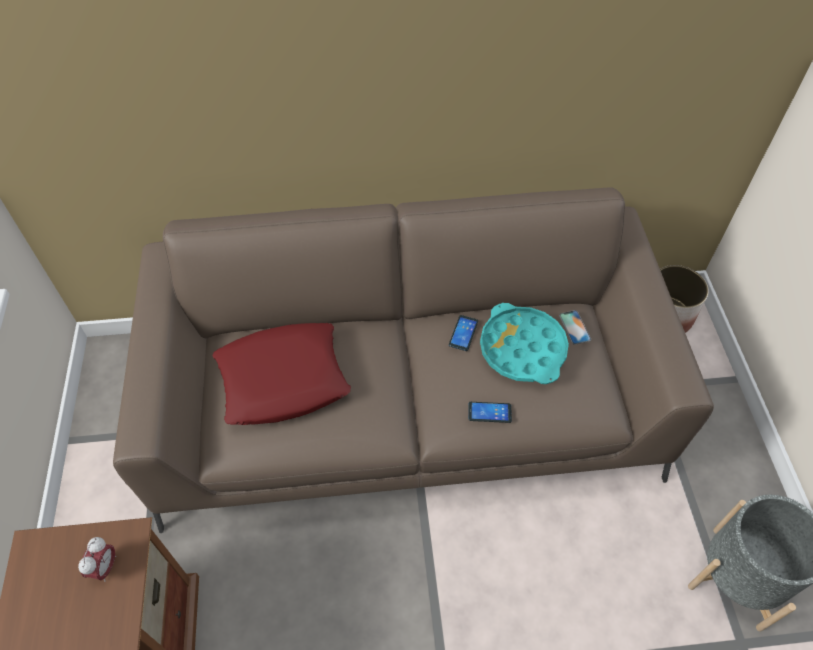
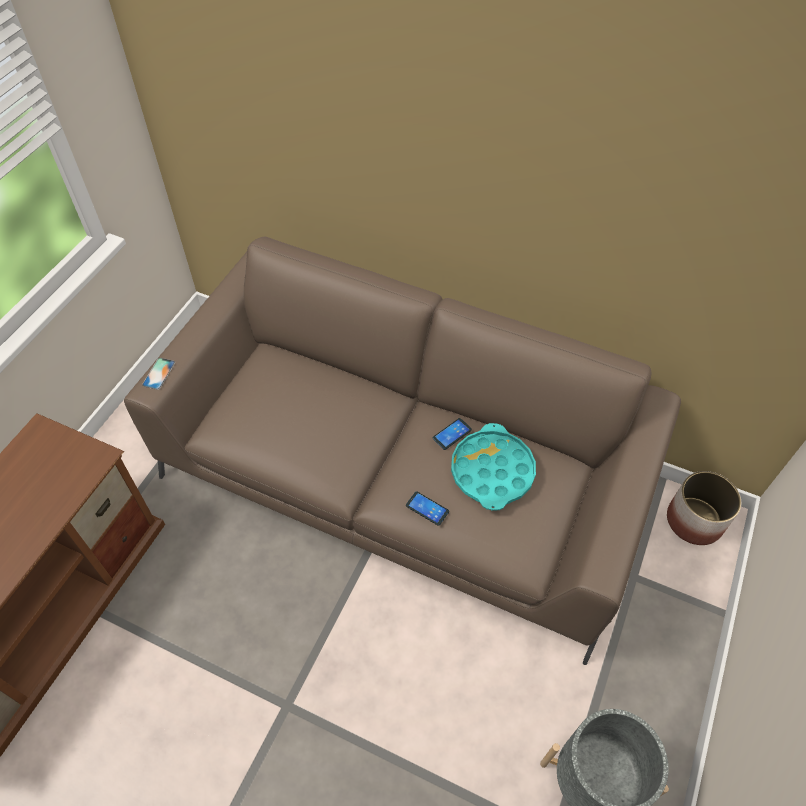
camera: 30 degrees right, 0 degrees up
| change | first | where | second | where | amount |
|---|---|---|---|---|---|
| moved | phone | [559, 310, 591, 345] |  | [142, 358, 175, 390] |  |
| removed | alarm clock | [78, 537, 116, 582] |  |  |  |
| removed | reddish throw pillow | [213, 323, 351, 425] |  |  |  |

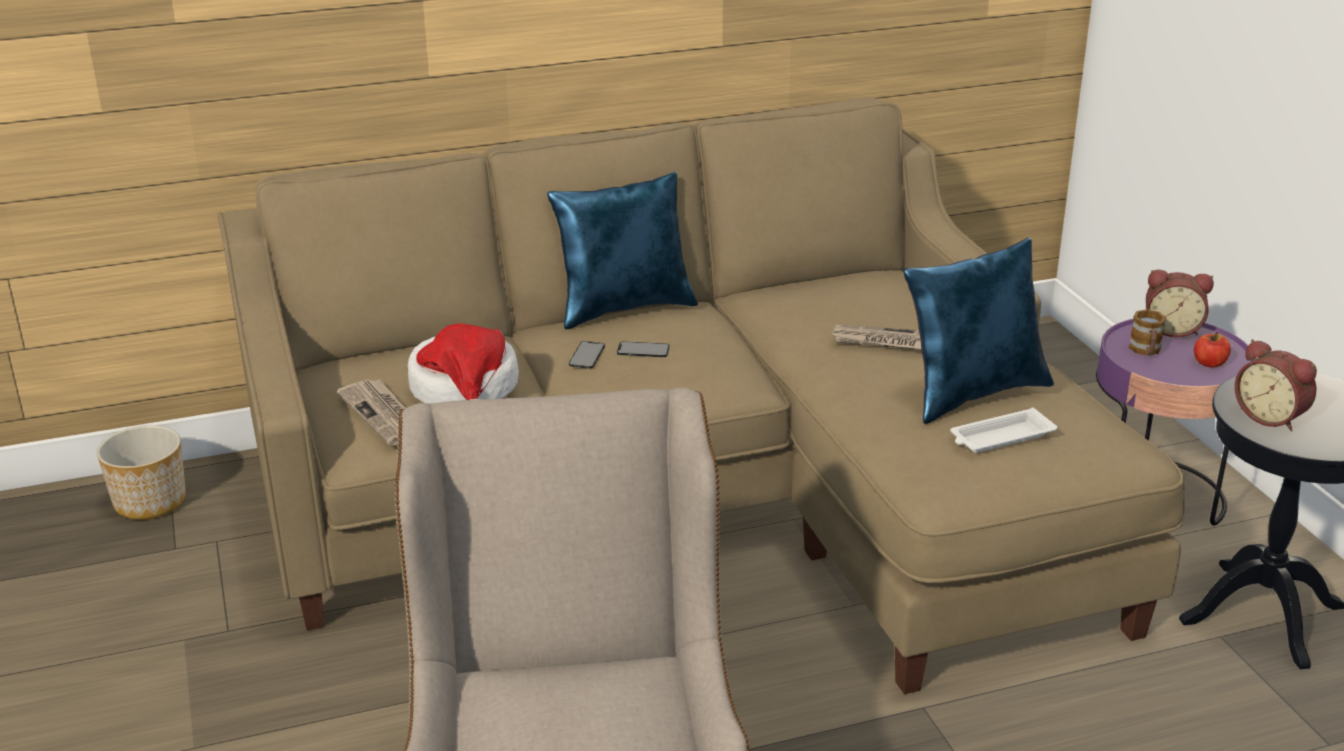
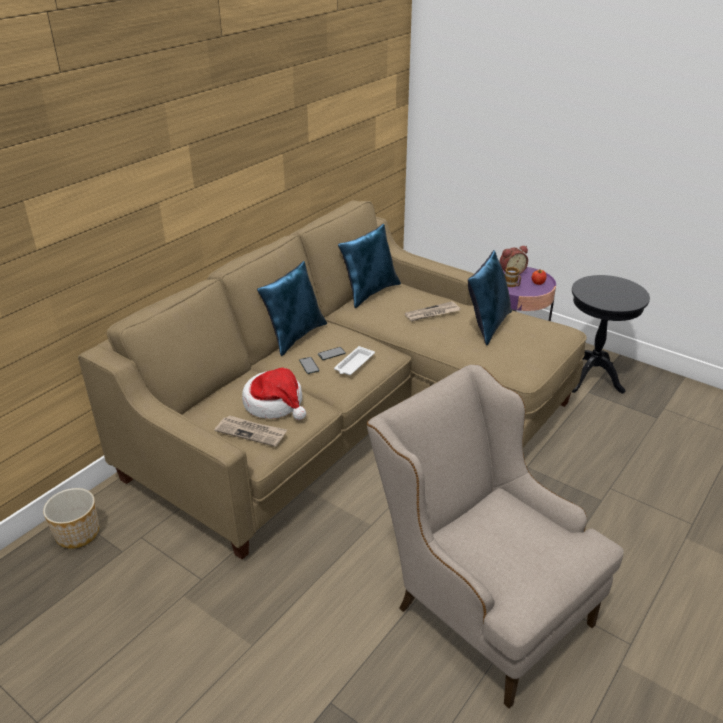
camera: 35 degrees left, 5 degrees up
| change | first | where | second | where | amount |
|---|---|---|---|---|---|
| moved | white-coloured carrying tray | [950, 407, 1058, 453] |  | [334, 346, 375, 375] |  |
| added |  |  | blue-coloured throw pillow | [338, 224, 401, 308] |  |
| removed | alarm clock | [1235, 339, 1317, 431] |  |  |  |

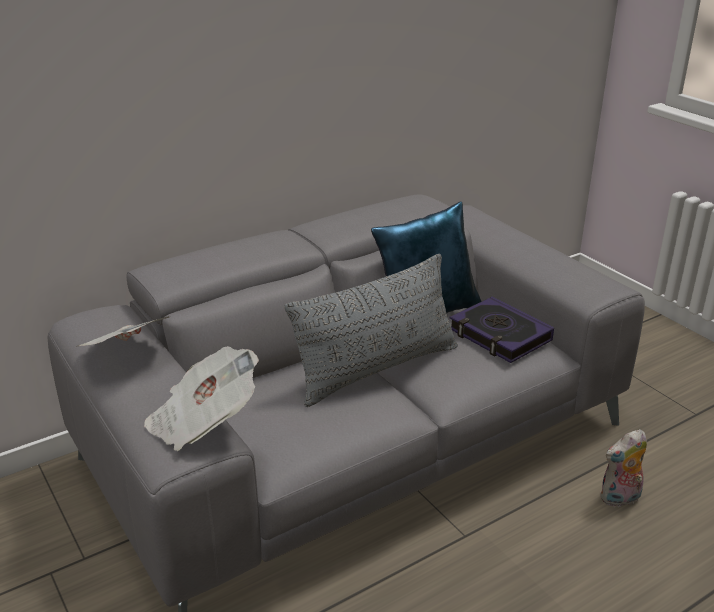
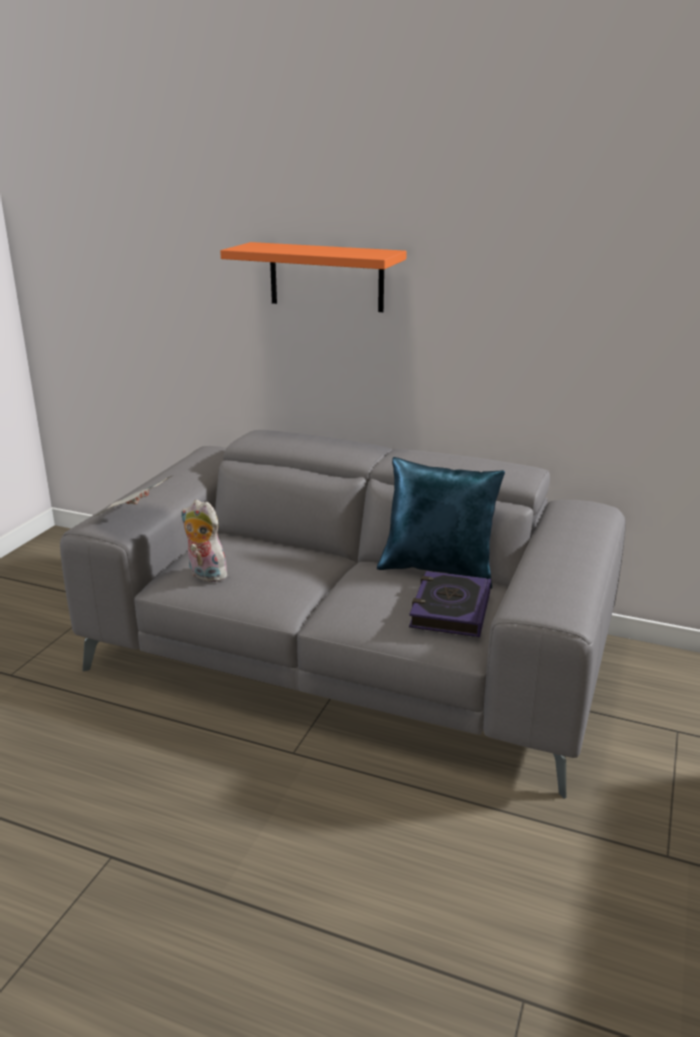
camera: 55 degrees right, 5 degrees down
| change | first | where | second | where | amount |
|---|---|---|---|---|---|
| moved | cuddly toy | [600, 429, 647, 507] |  | [181, 500, 229, 582] |  |
| added |  |  | orange-coloured bracket shelf | [220, 242, 407, 312] |  |
| removed | daily paper | [76, 316, 170, 347] |  |  |  |
| removed | greyish throw pillow | [285, 254, 458, 407] |  |  |  |

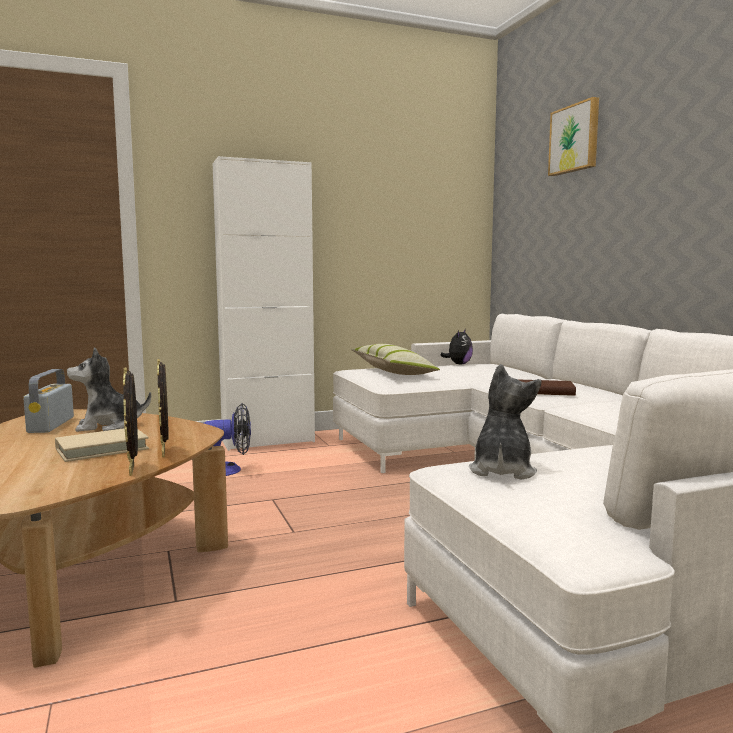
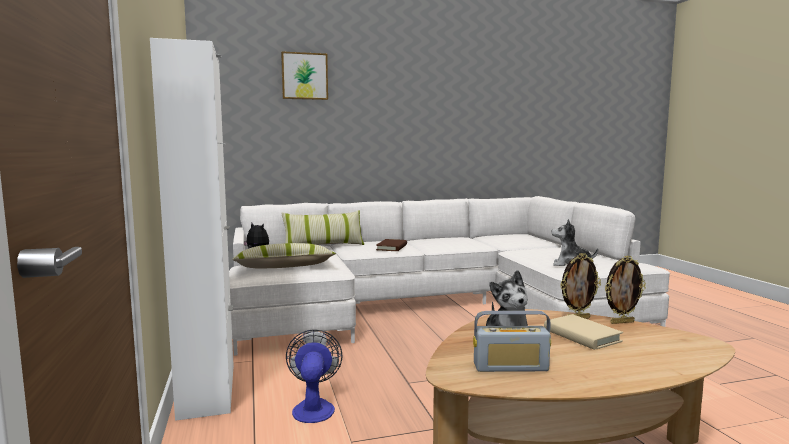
camera: 85 degrees left, 0 degrees up
| change | first | where | second | where | amount |
|---|---|---|---|---|---|
| added |  |  | throw pillow | [282, 210, 364, 245] |  |

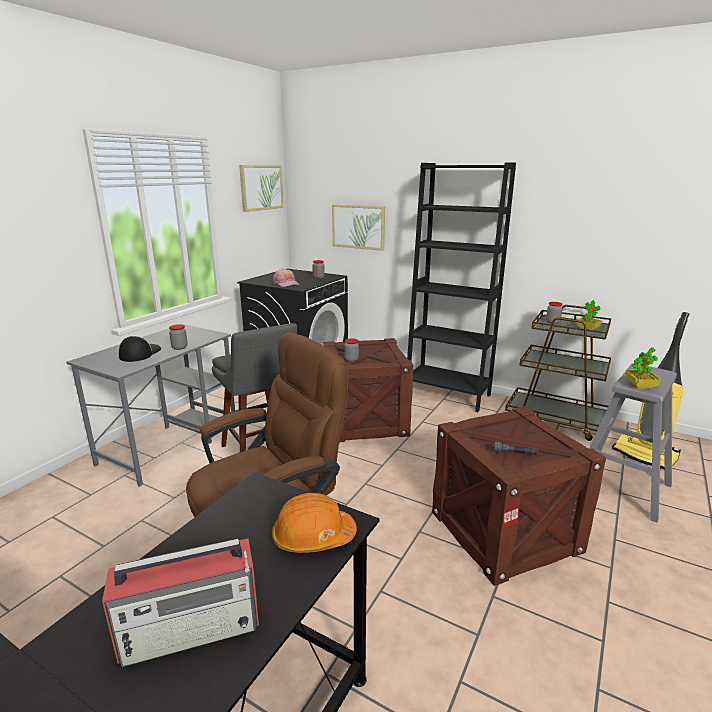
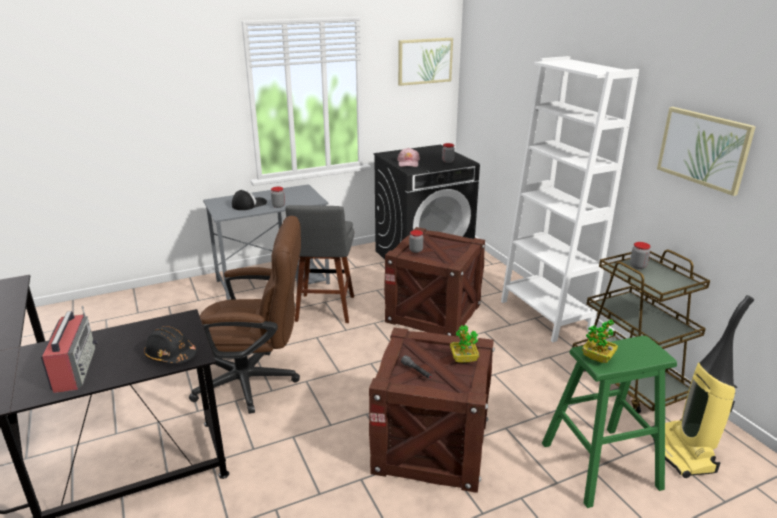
camera: 35 degrees right, 5 degrees up
| change | first | where | second | where | amount |
|---|---|---|---|---|---|
| turned | radio set | [102, 539, 259, 667] |  | [41, 306, 98, 393] | 120 degrees counterclockwise |
| recoloured | orange-coloured safety helmet | [272, 493, 357, 553] | black safety helmet | [144, 326, 197, 364] |  |
| moved | houseplant | [576, 300, 602, 330] |  | [450, 325, 479, 363] |  |
| recoloured | black bookcase | [407, 162, 516, 412] | white-coloured bookcase | [501, 56, 639, 342] |  |
| recoloured | greyish stool seat | [589, 363, 677, 522] | green-coloured stool seat | [542, 336, 677, 508] |  |
| moved | wall picture | [332, 204, 385, 251] |  | [657, 107, 756, 196] |  |

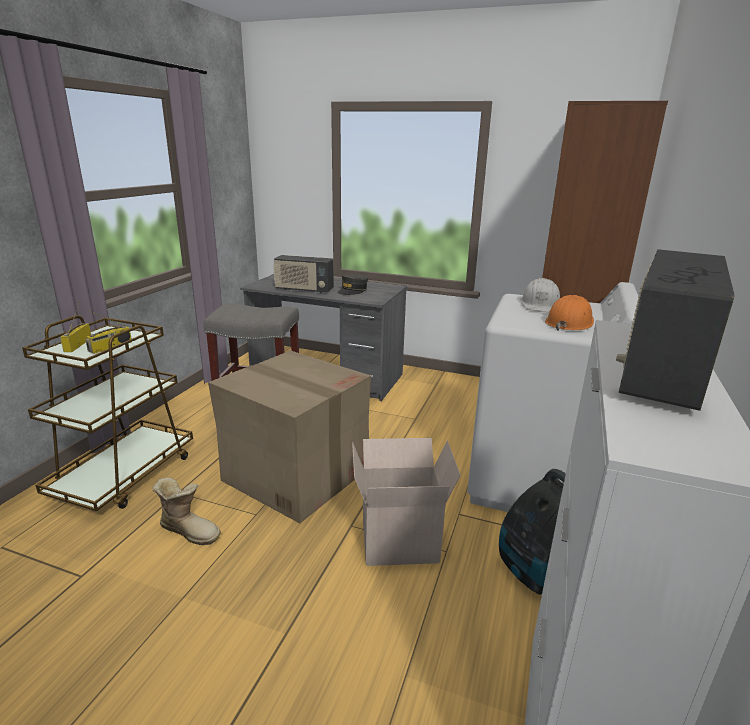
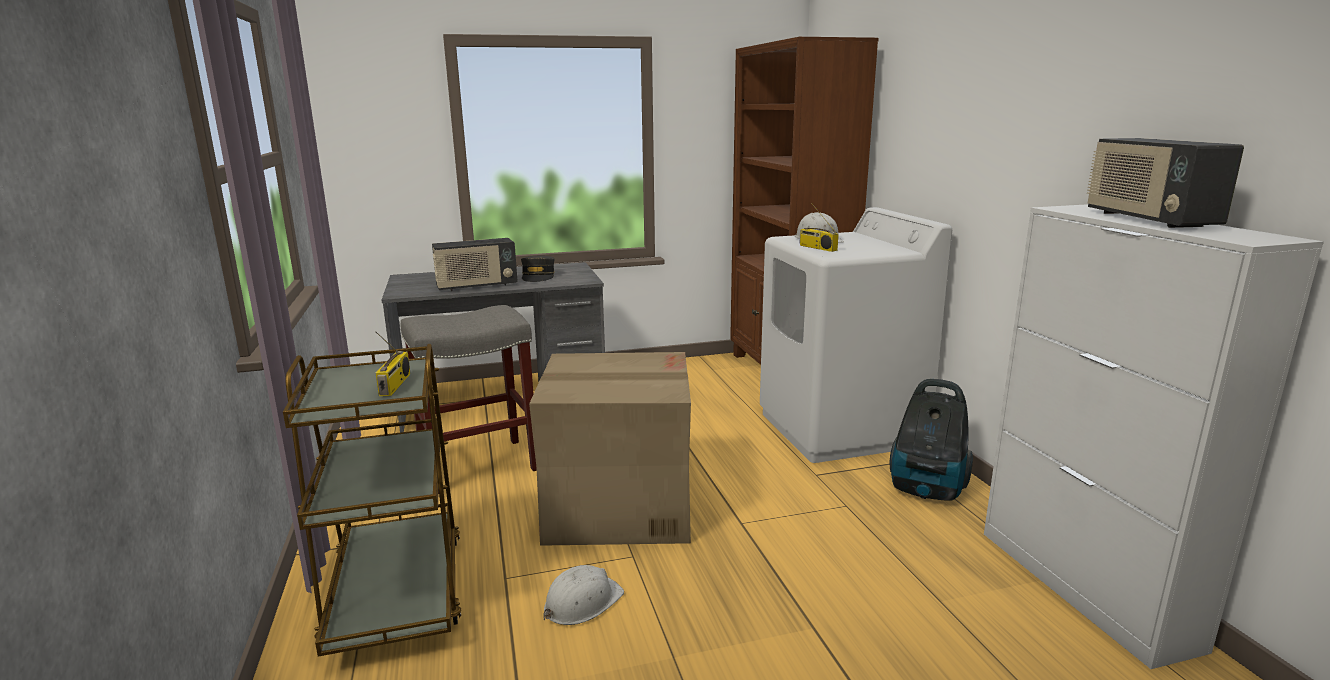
camera: 35 degrees left, 5 degrees down
| change | first | where | second | where | amount |
|---|---|---|---|---|---|
| replaced | boot | [153, 478, 221, 545] | white-coloured safety helmet | [543, 565, 624, 625] |  |
| moved | radio set | [60, 302, 91, 352] |  | [800, 204, 839, 252] |  |
| removed | carton | [352, 438, 461, 566] |  |  |  |
| removed | orange-coloured safety helmet | [545, 295, 594, 331] |  |  |  |

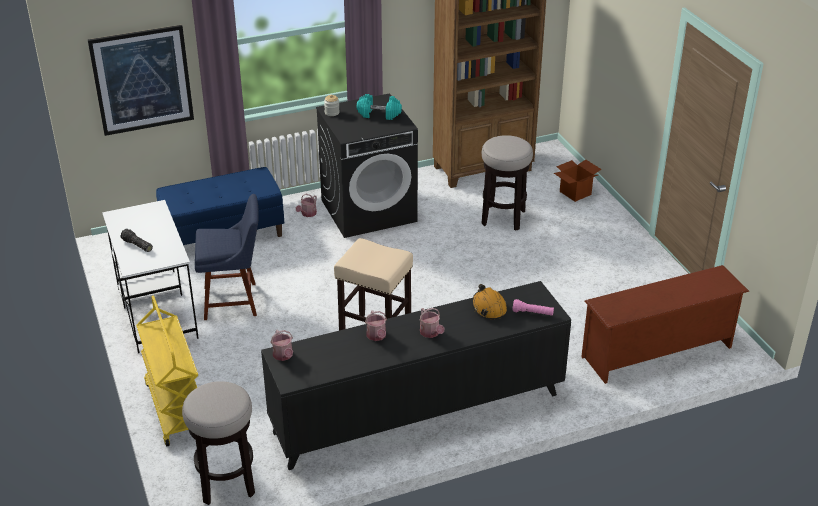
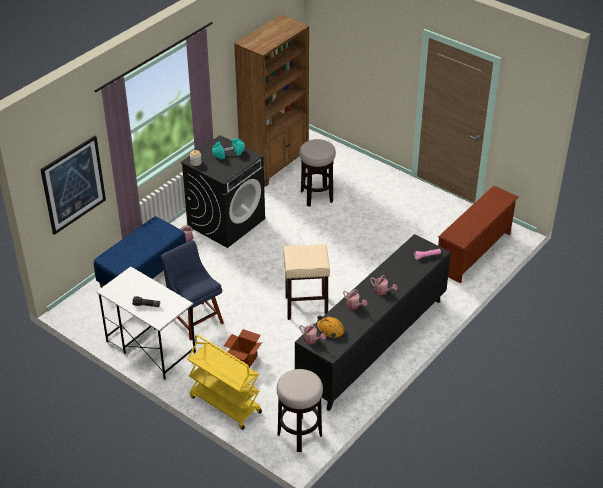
camera: 30 degrees left, 5 degrees up
| change | first | where | second | where | amount |
|---|---|---|---|---|---|
| turned | blue-coloured plain chair | [195, 194, 259, 320] |  | [161, 240, 224, 341] | 90 degrees counterclockwise |
| moved | carton | [554, 160, 602, 202] |  | [224, 329, 262, 368] |  |
| moved | orange-coloured safety helmet | [472, 284, 507, 320] |  | [317, 315, 345, 338] |  |

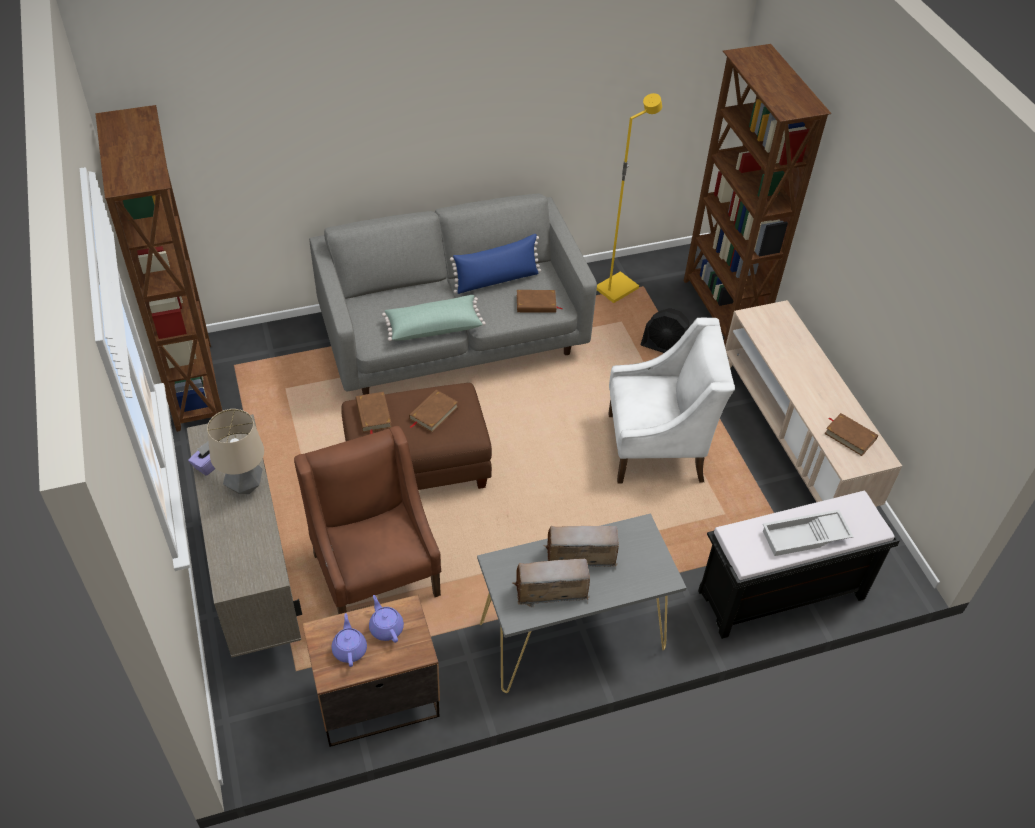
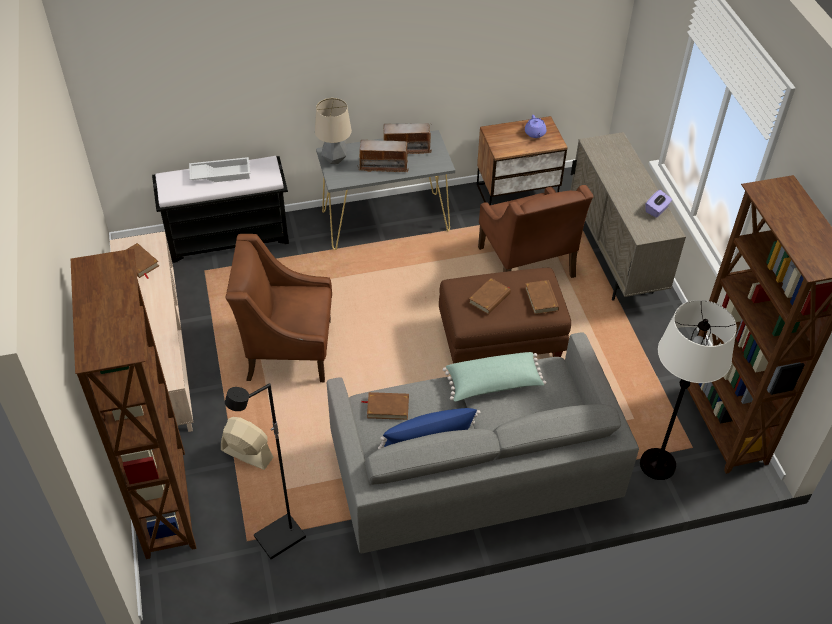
camera: 175 degrees left, 0 degrees up
| change | first | where | second | where | amount |
|---|---|---|---|---|---|
| recoloured | black electric fan | [641, 308, 690, 353] | beige electric fan | [221, 417, 273, 470] |  |
| recoloured | yellowish floor lamp | [597, 93, 662, 303] | black floor lamp | [225, 383, 306, 559] |  |
| recoloured | white-coloured lounge chair | [608, 318, 735, 484] | brown lounge chair | [226, 234, 332, 382] |  |
| moved | tabletop lamp | [207, 409, 264, 494] |  | [315, 98, 352, 164] |  |
| added |  |  | white-coloured floor lamp | [640, 300, 737, 480] |  |
| removed | purple-coloured teapot | [369, 595, 404, 643] |  |  |  |

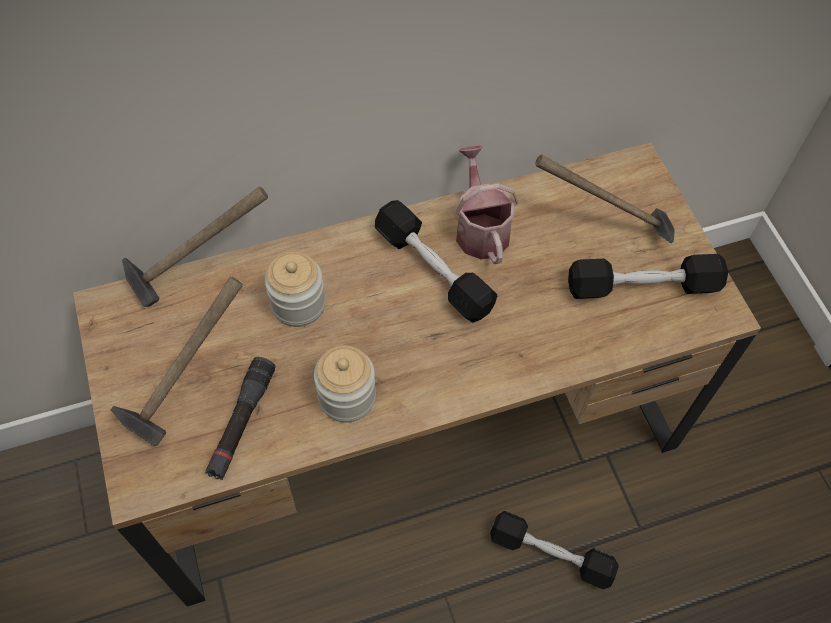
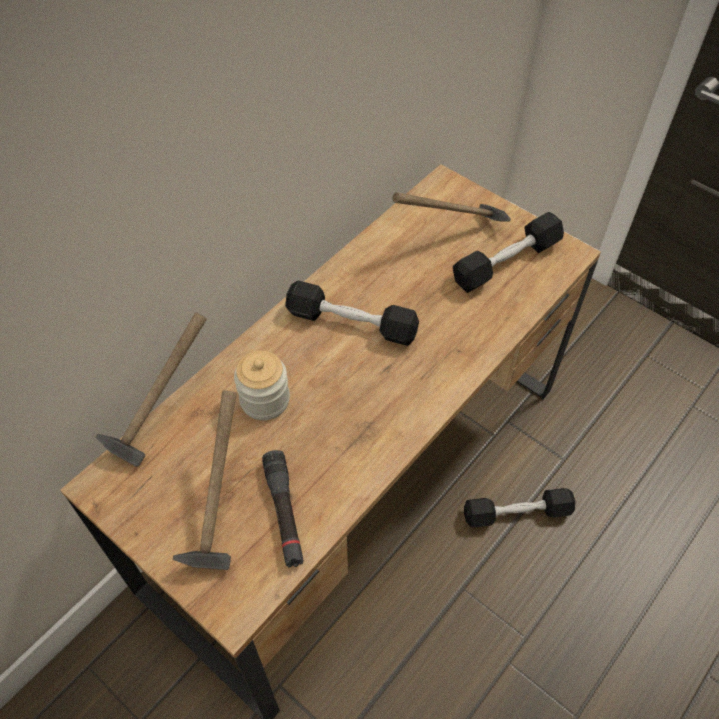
camera: 30 degrees left, 5 degrees down
| change | first | where | second | where | amount |
|---|---|---|---|---|---|
| removed | storage jar | [314, 345, 376, 422] |  |  |  |
| removed | watering can | [455, 146, 518, 264] |  |  |  |

